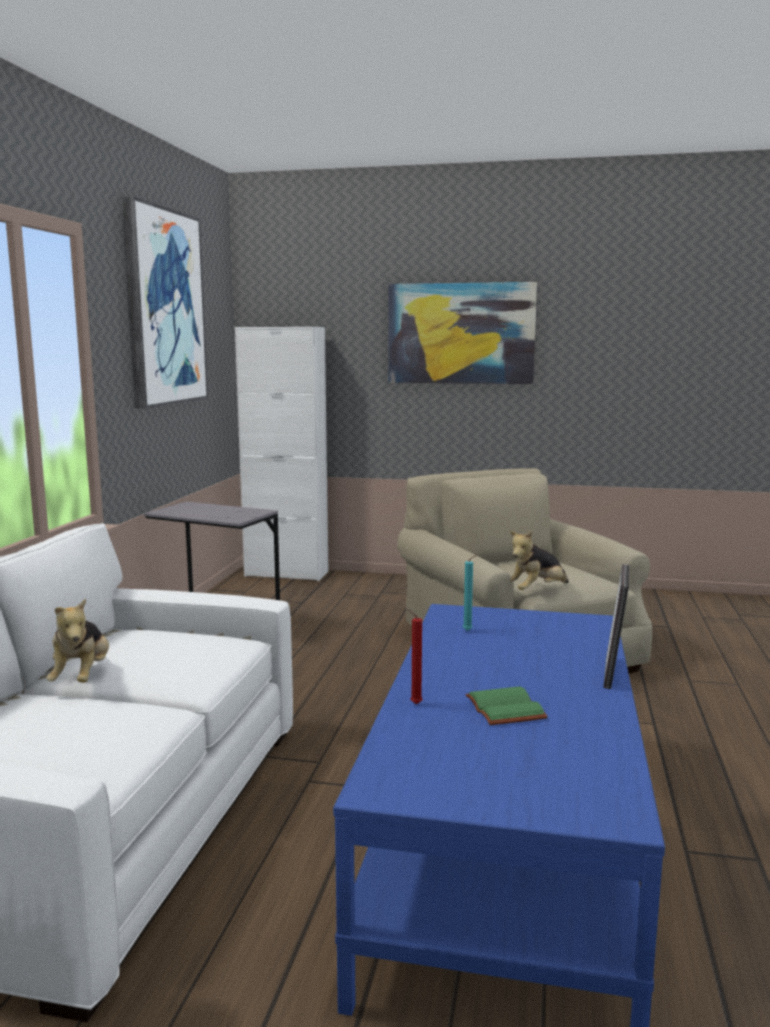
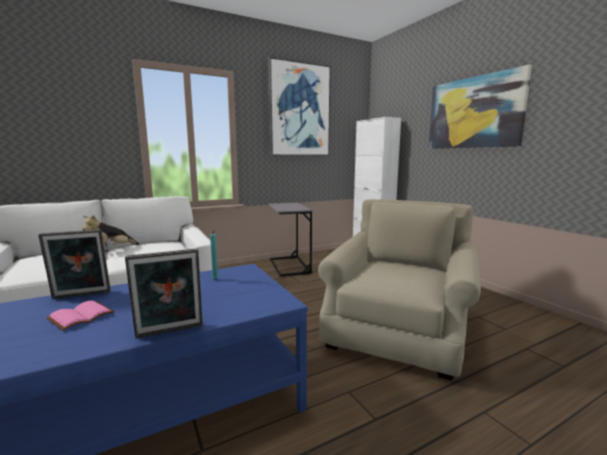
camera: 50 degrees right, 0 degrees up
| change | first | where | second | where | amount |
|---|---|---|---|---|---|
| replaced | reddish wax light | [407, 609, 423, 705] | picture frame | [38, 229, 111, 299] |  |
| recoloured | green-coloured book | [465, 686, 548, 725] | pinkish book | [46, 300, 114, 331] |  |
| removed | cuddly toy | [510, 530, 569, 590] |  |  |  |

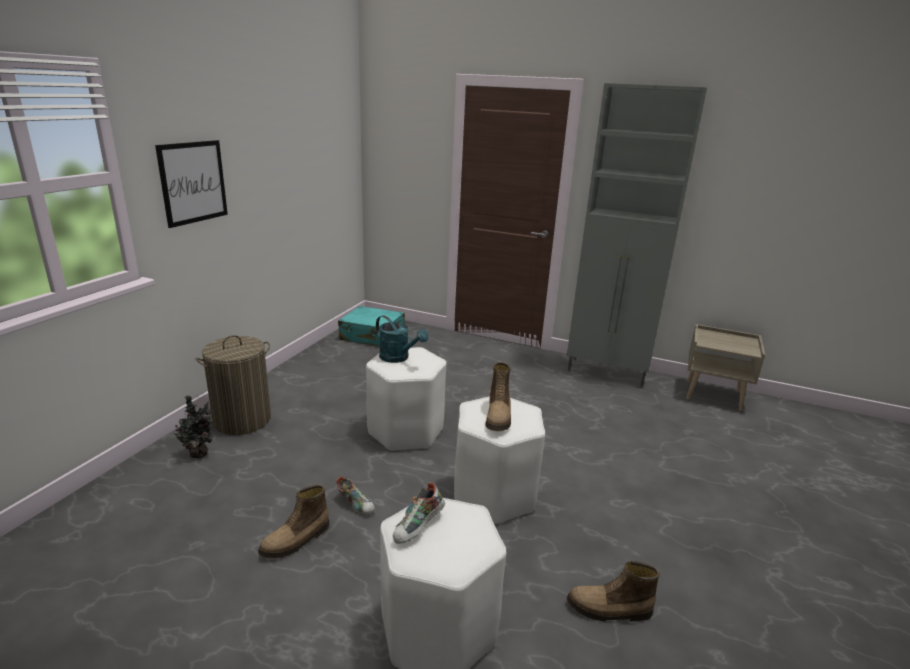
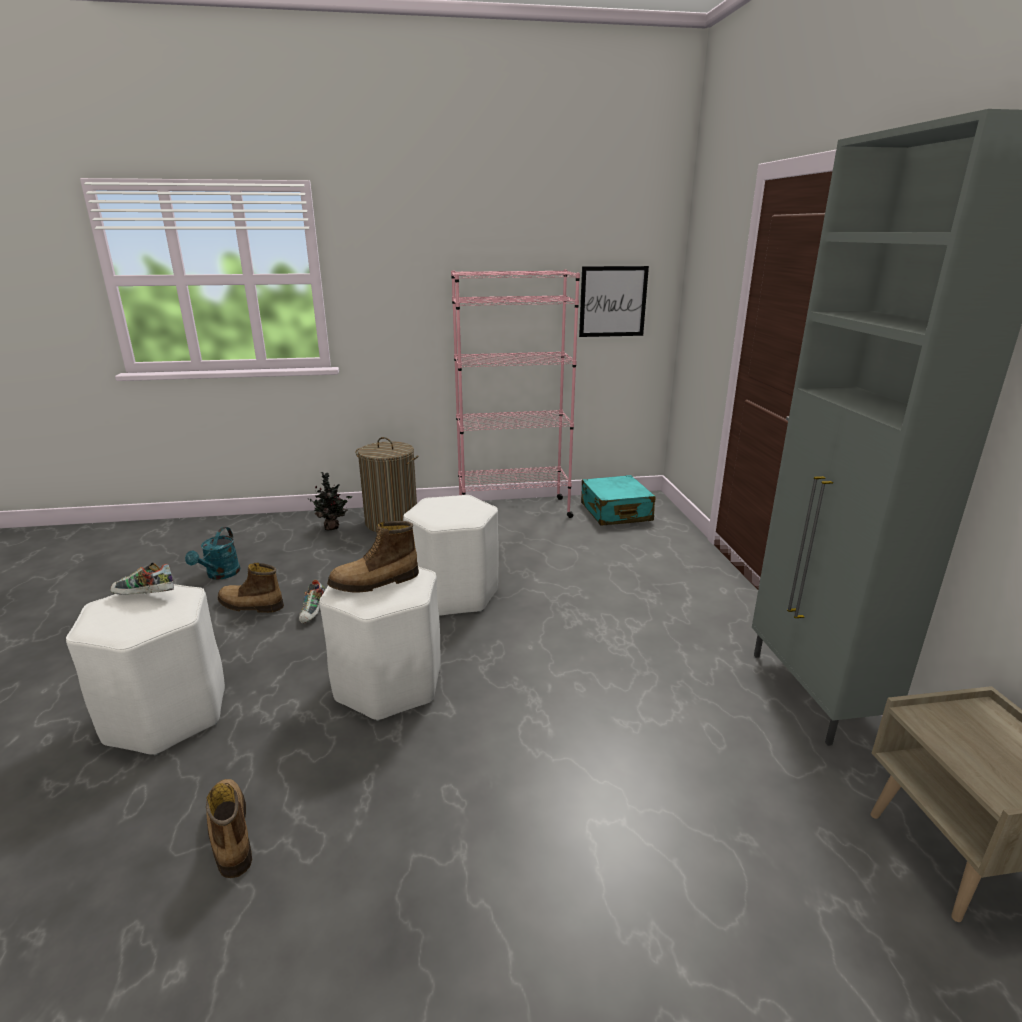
camera: 60 degrees right, 0 degrees up
| change | first | where | second | where | amount |
|---|---|---|---|---|---|
| moved | turquoise watering can | [376, 315, 428, 363] |  | [185, 527, 240, 580] |  |
| added |  |  | pinkish bookcase | [451, 269, 580, 518] |  |
| moved | wall picture | [155, 140, 228, 228] |  | [579, 266, 649, 337] |  |

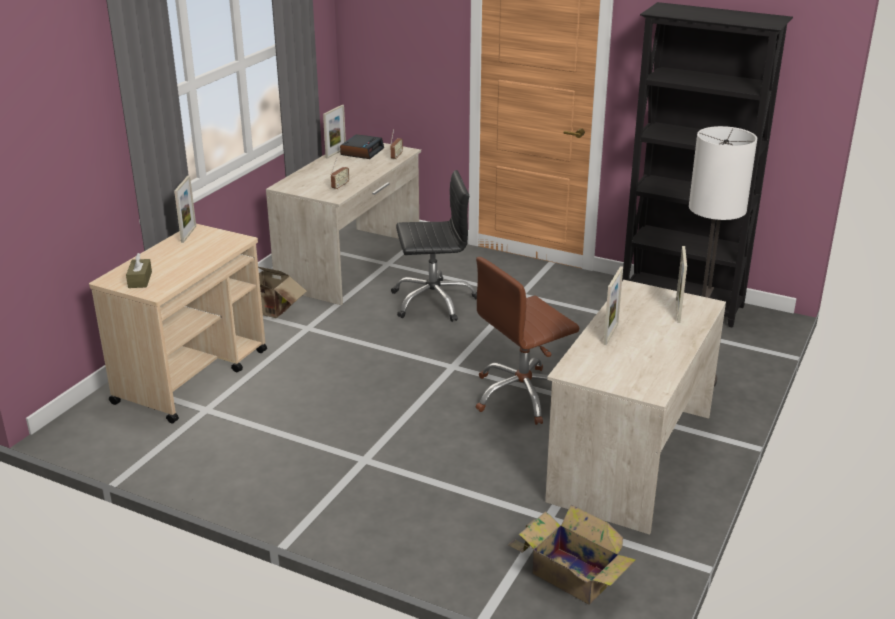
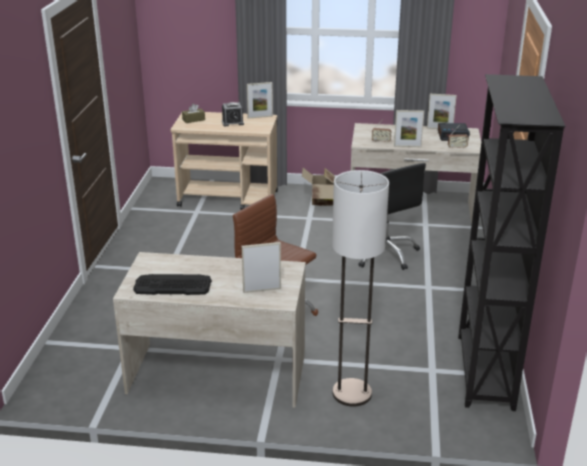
camera: 70 degrees right, 0 degrees up
| change | first | where | second | where | amount |
|---|---|---|---|---|---|
| added |  |  | keyboard | [133, 274, 212, 295] |  |
| added |  |  | alarm clock | [222, 102, 244, 126] |  |
| moved | picture frame | [603, 266, 623, 345] |  | [394, 110, 424, 147] |  |
| removed | carton | [508, 504, 636, 605] |  |  |  |

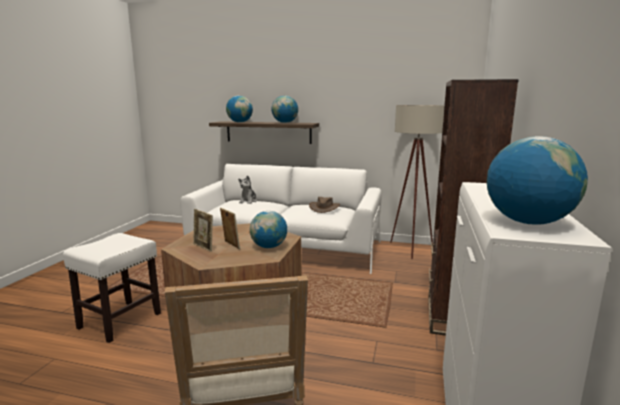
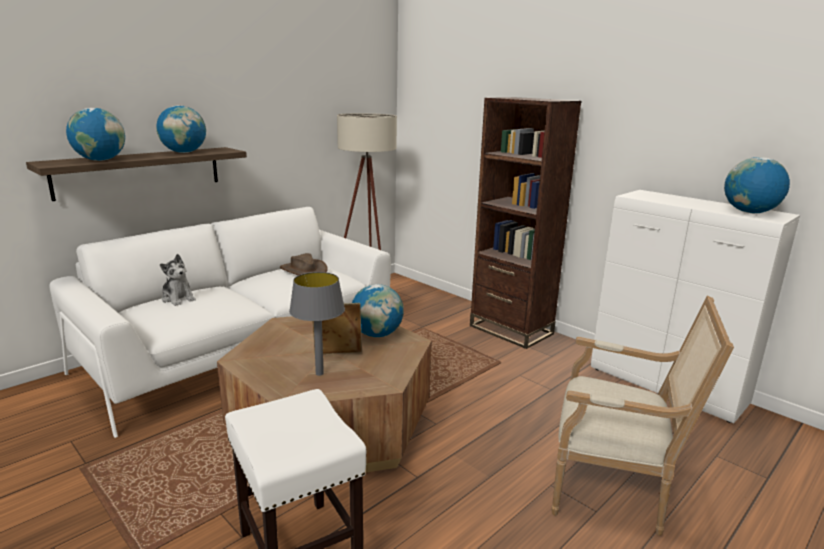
camera: 60 degrees left, 5 degrees up
| change | first | where | second | where | amount |
|---|---|---|---|---|---|
| replaced | picture frame | [193, 209, 213, 252] | greyish tabletop lamp | [289, 272, 345, 376] |  |

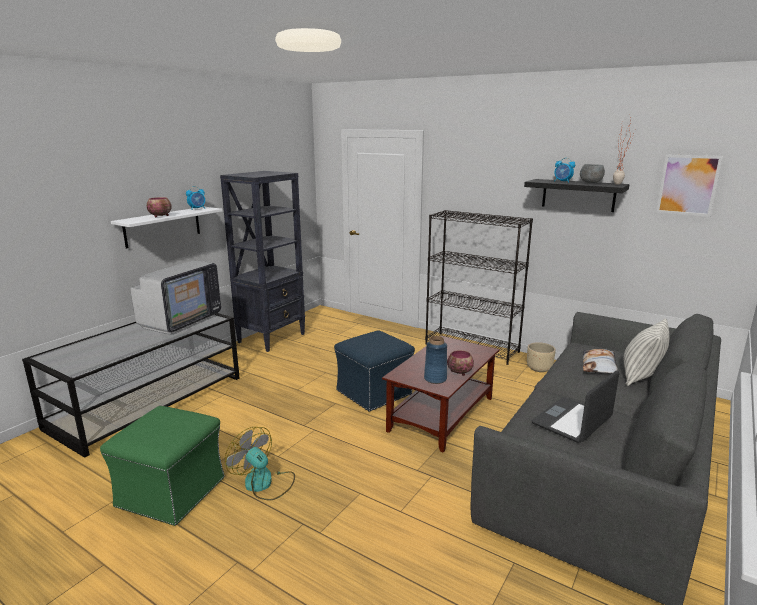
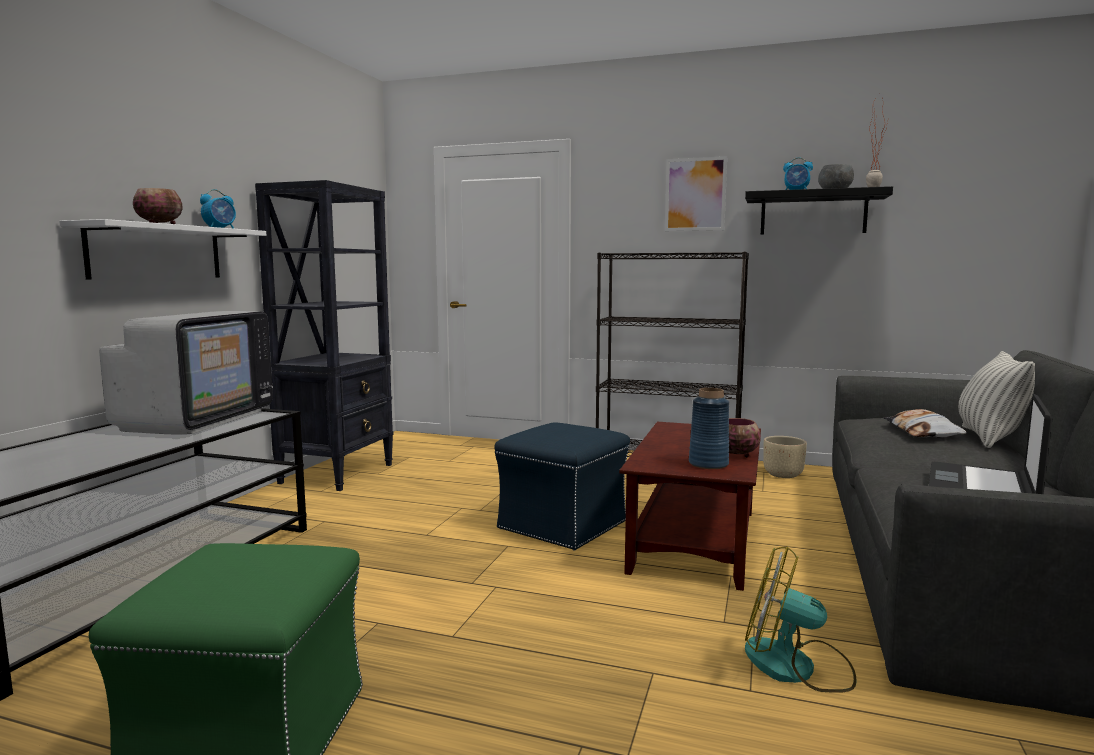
camera: 15 degrees left, 10 degrees down
| change | first | where | second | where | amount |
|---|---|---|---|---|---|
| moved | wall picture | [656, 154, 723, 217] |  | [665, 156, 727, 231] |  |
| moved | electric fan | [225, 427, 295, 500] |  | [745, 546, 857, 693] |  |

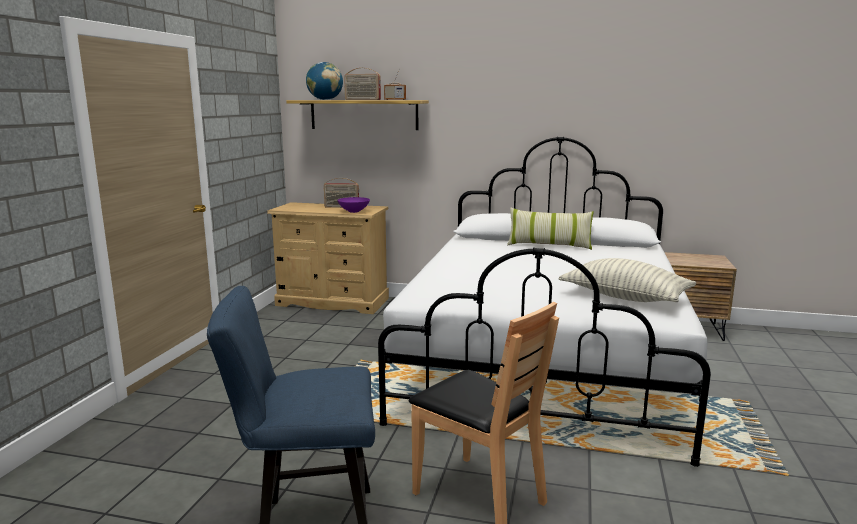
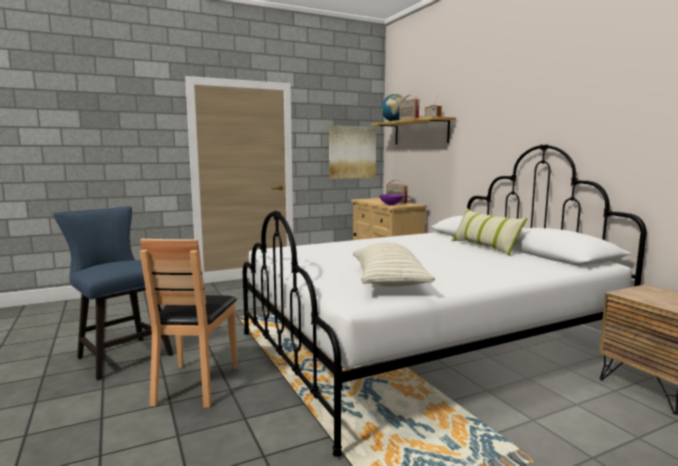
camera: 50 degrees right, 5 degrees down
| change | first | where | second | where | amount |
|---|---|---|---|---|---|
| added |  |  | wall picture | [329, 125, 376, 179] |  |

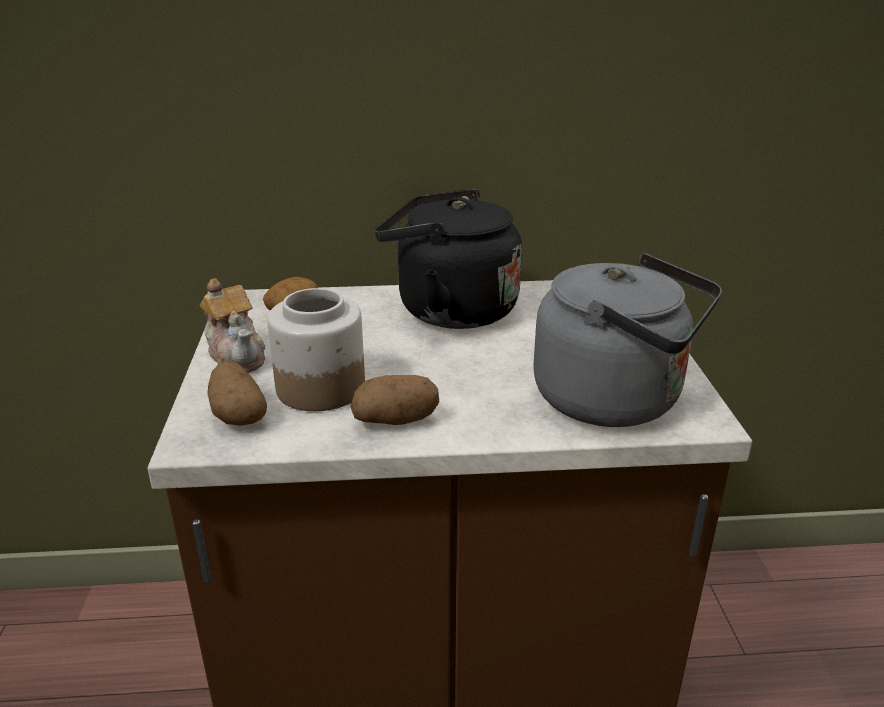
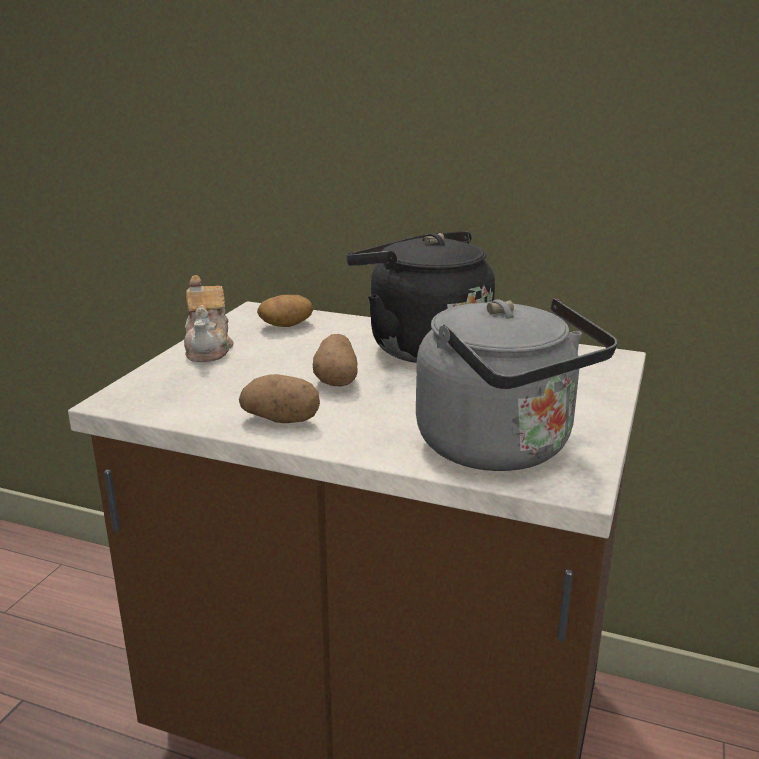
camera: 25 degrees right, 5 degrees down
| change | first | where | second | where | amount |
|---|---|---|---|---|---|
| moved | potato | [207, 361, 267, 426] |  | [313, 334, 358, 387] |  |
| removed | storage jar | [267, 288, 365, 411] |  |  |  |

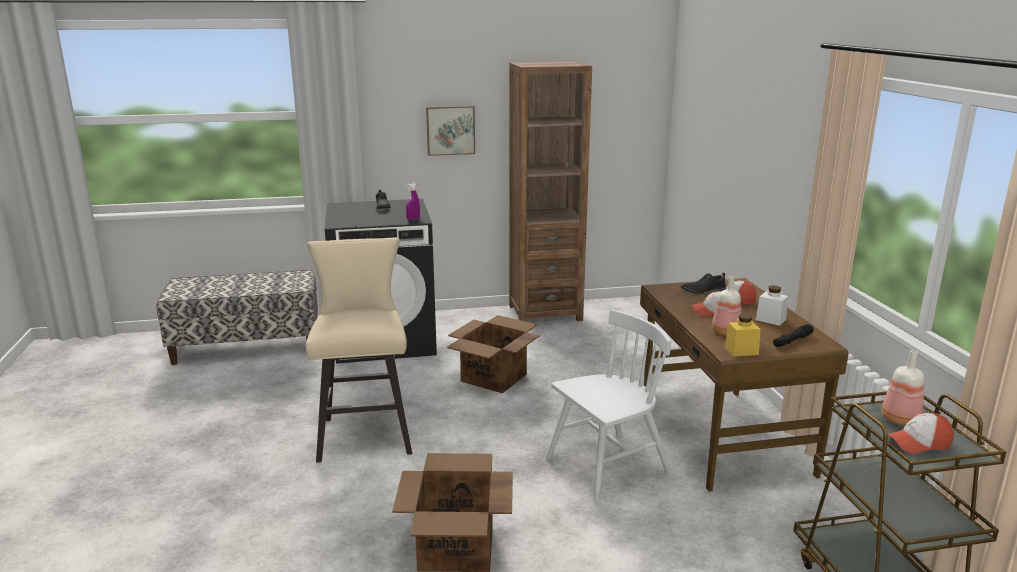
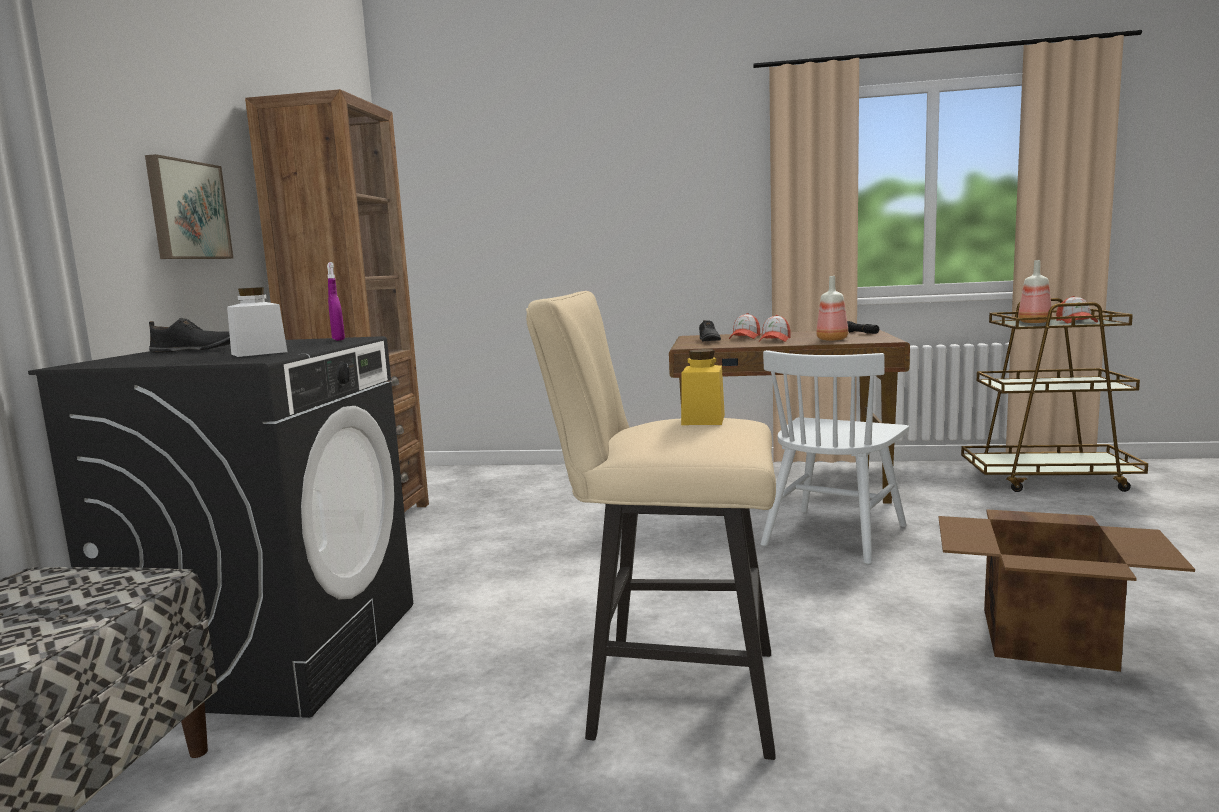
camera: 70 degrees left, 10 degrees down
| change | first | where | second | where | amount |
|---|---|---|---|---|---|
| moved | white-coloured storage jar | [756, 285, 788, 326] |  | [227, 287, 288, 357] |  |
| moved | yellowish storage jar | [725, 314, 760, 357] |  | [681, 349, 725, 425] |  |
| turned | white-coloured plain chair | [546, 309, 672, 502] |  | [761, 350, 909, 564] | 135 degrees counterclockwise |
| removed | carton | [447, 315, 540, 393] |  |  |  |

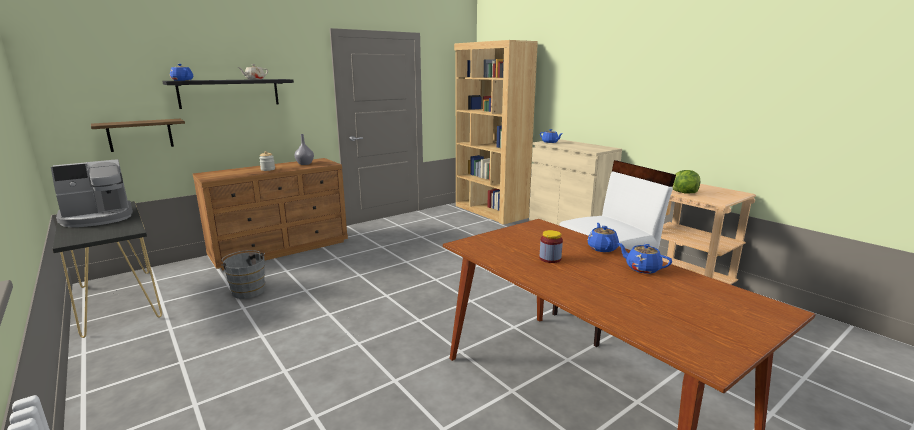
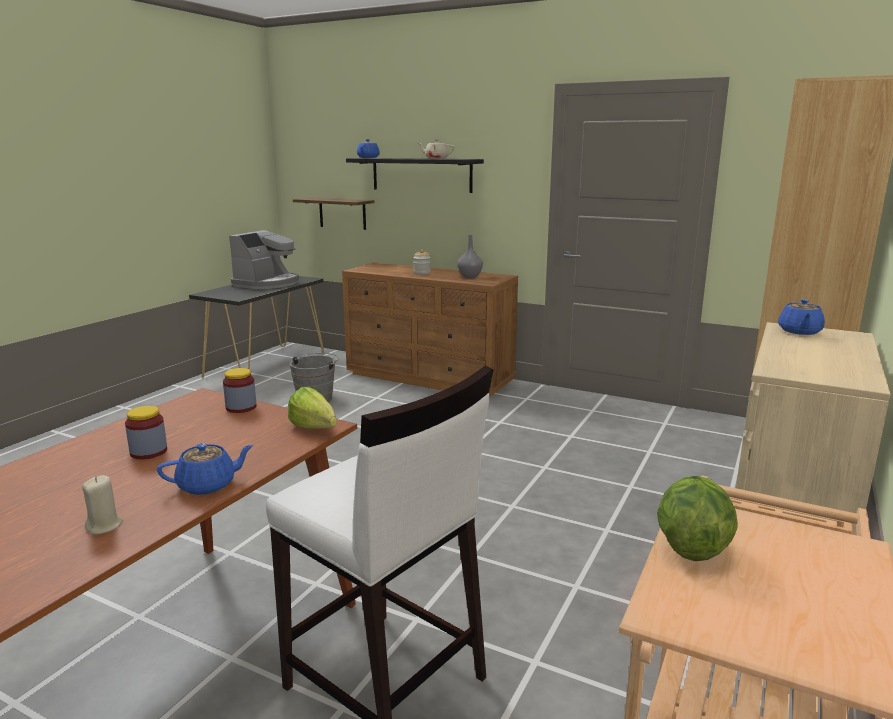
camera: 65 degrees right, 0 degrees up
| change | first | where | second | where | amount |
|---|---|---|---|---|---|
| replaced | blue-coloured teapot | [618, 243, 672, 274] | beige wax light | [82, 475, 123, 535] |  |
| added |  |  | storage jar | [223, 368, 257, 413] |  |
| turned | coffee maker | [51, 159, 133, 227] |  | [229, 230, 299, 289] | 90 degrees counterclockwise |
| added |  |  | lettuce | [288, 387, 337, 429] |  |

